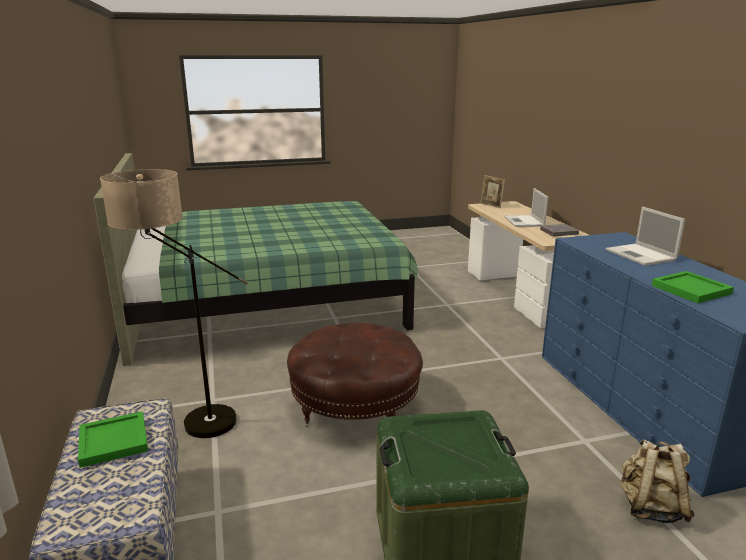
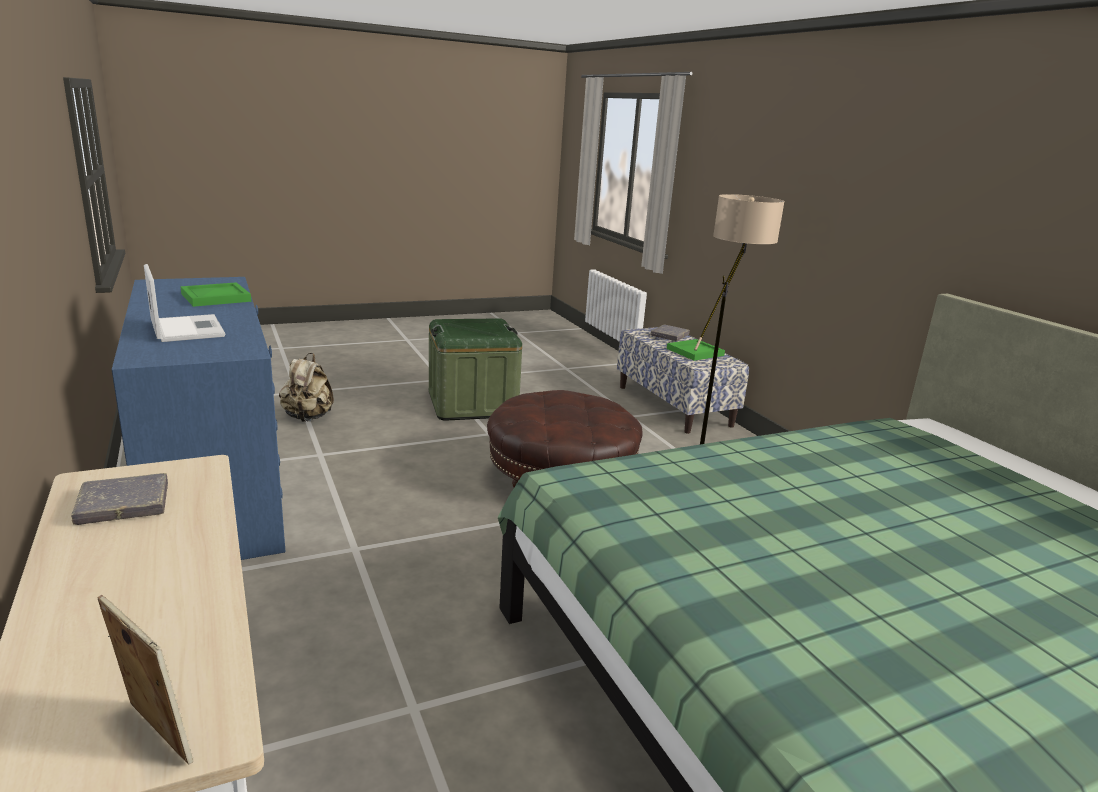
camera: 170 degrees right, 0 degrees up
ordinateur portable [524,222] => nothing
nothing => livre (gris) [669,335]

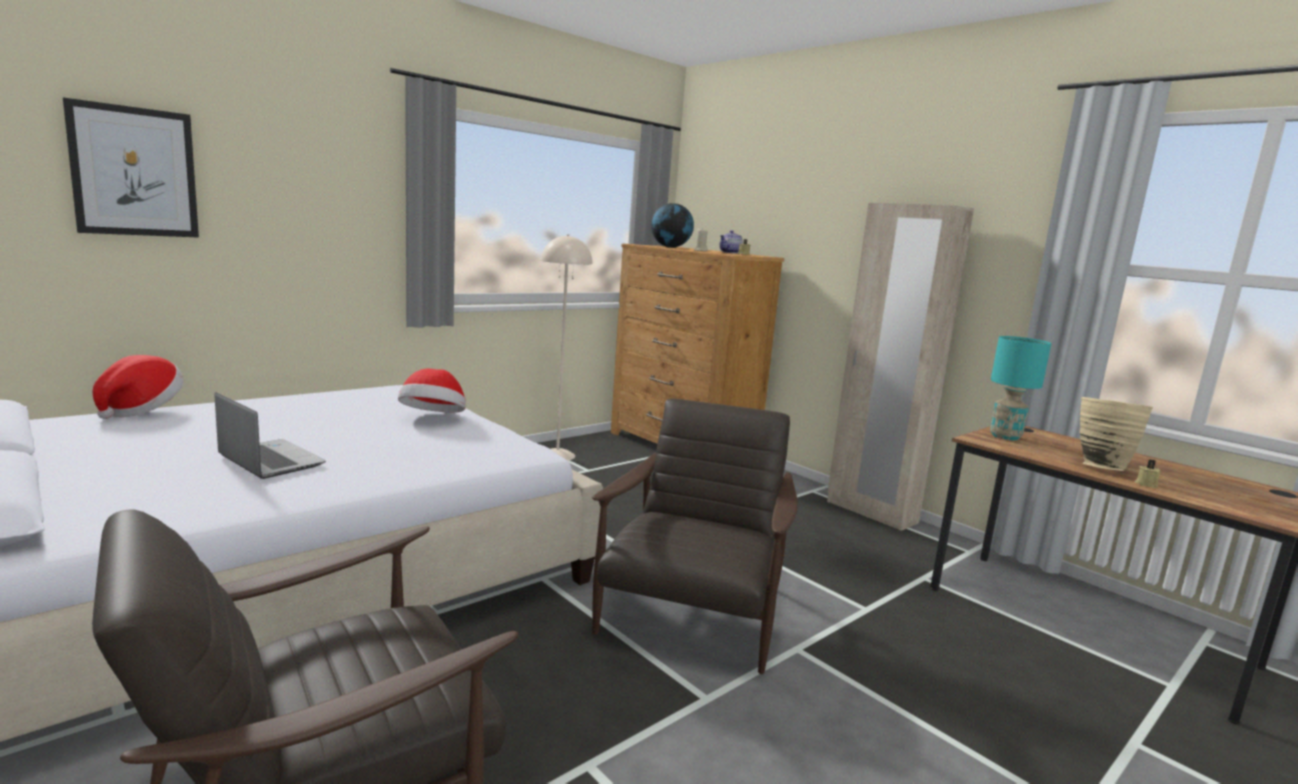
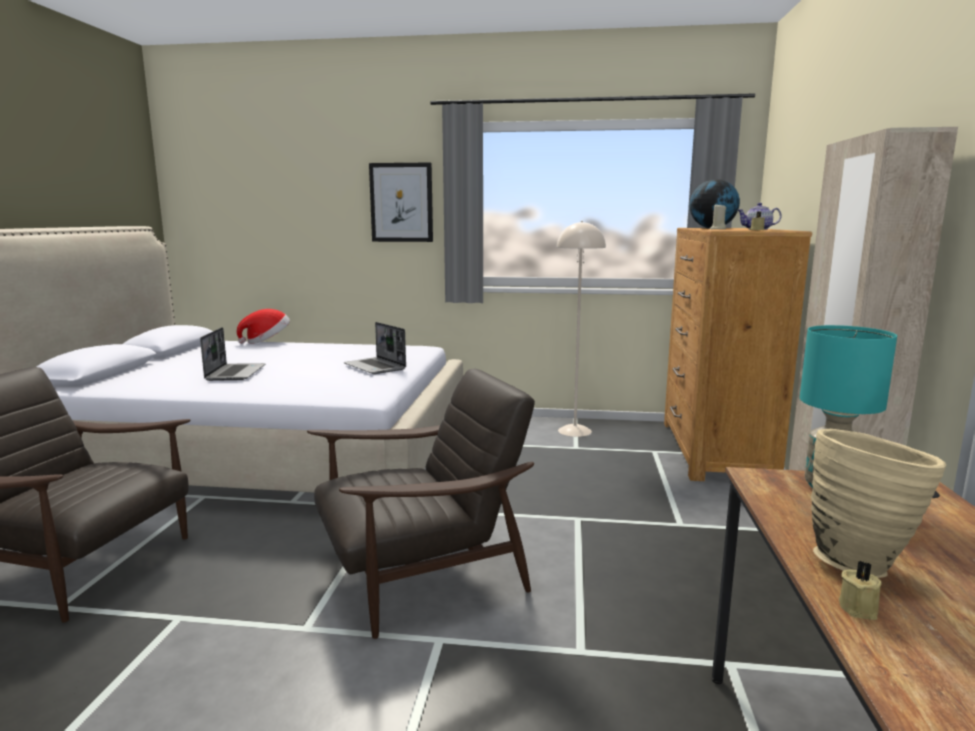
camera: 50 degrees right, 0 degrees up
tableau [134,172] => tableau [401,202], shifted
chapeau [433,418] => ordinateur portable [376,367]

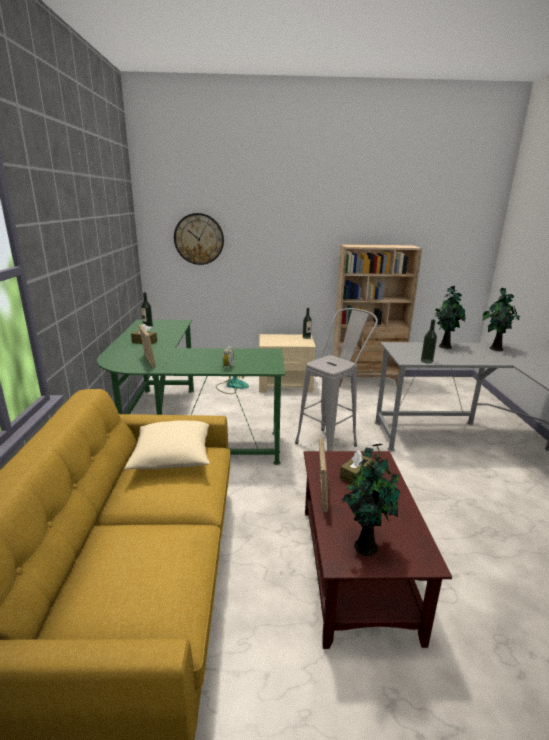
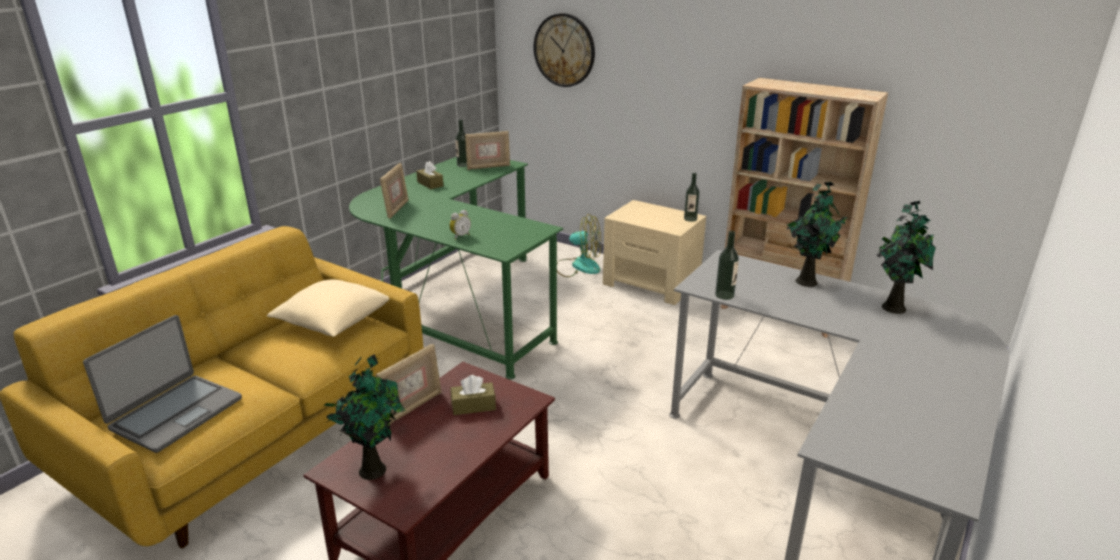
camera: 35 degrees right, 5 degrees up
tabouret (gris) [332,441] => nothing
nothing => ordinateur portable [175,413]
nothing => cadre photo [488,167]

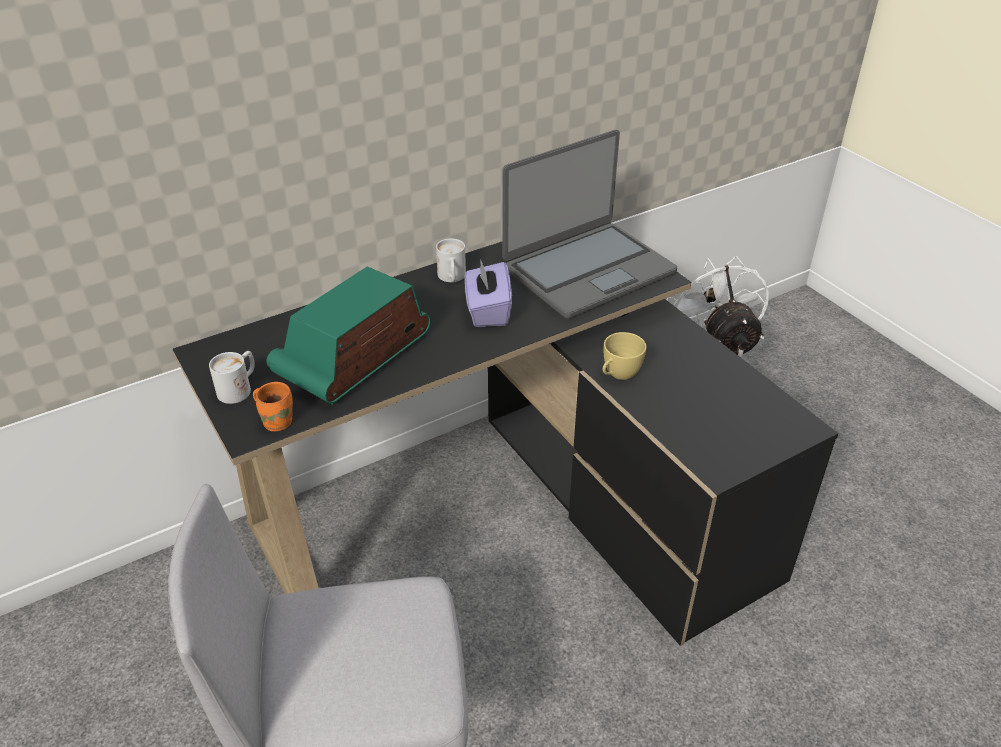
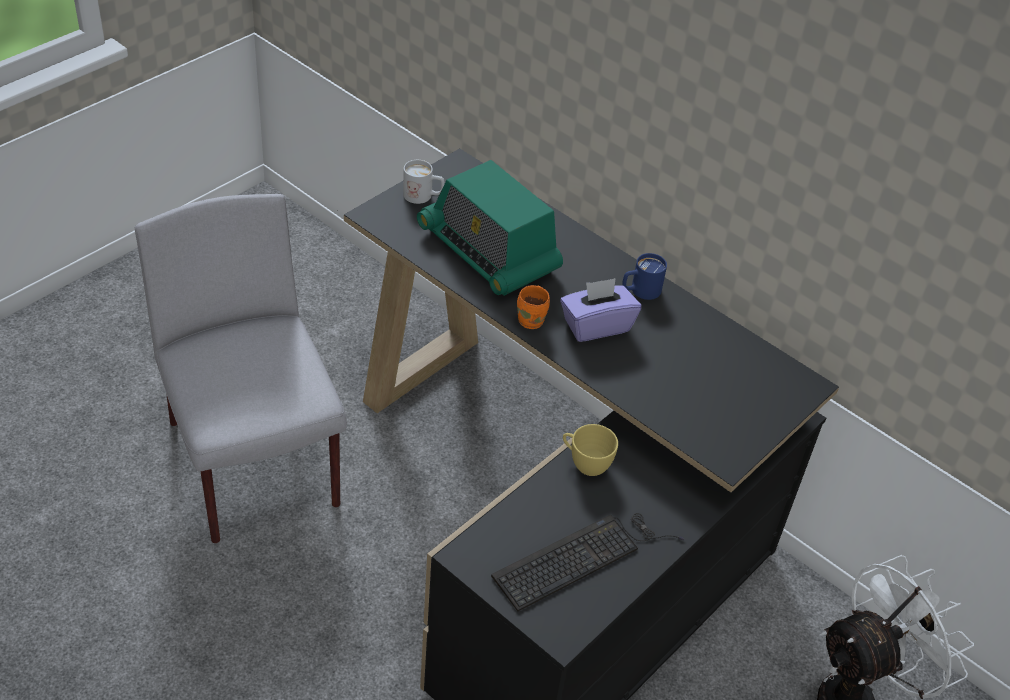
camera: 70 degrees right, 5 degrees up
mug (orange) [277,421] => mug (orange) [532,320], shifted
radio [354,357] => radio [488,251], 150 degrees counterclockwise
mug (blanc) [452,278] => mug (bleu) [640,291]
ordinateur portable [587,270] => nothing
nothing => clavier [583,557]

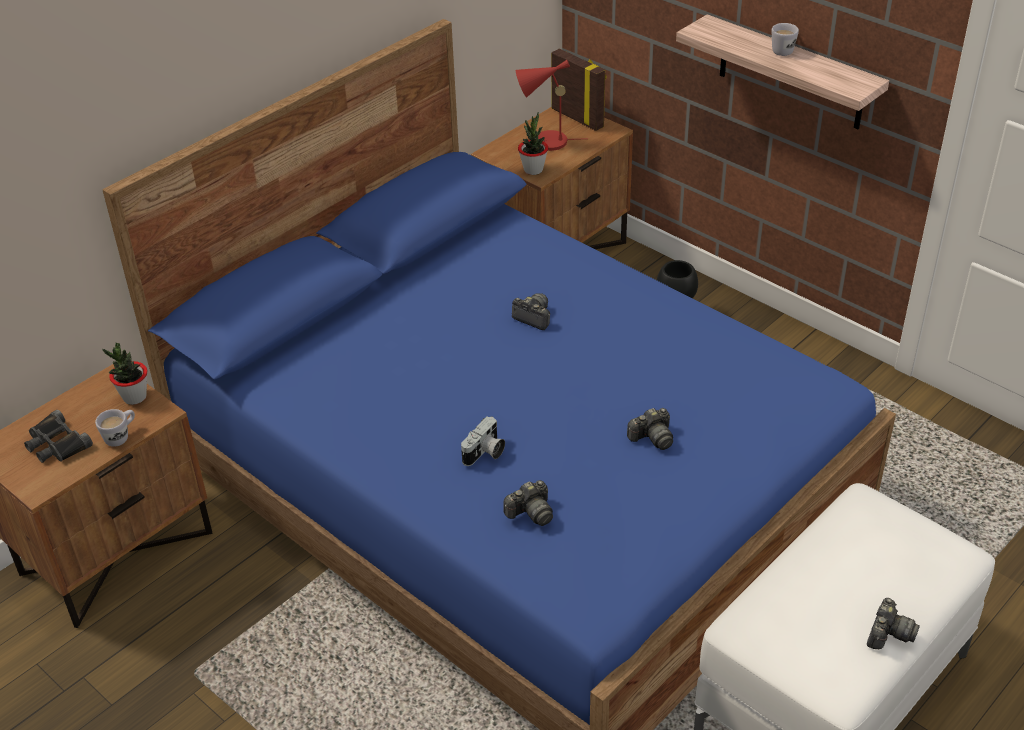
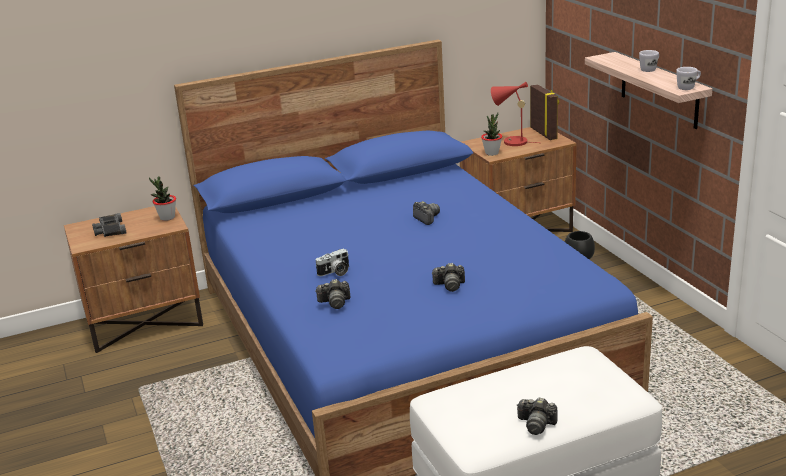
camera: 25 degrees right, 15 degrees down
mug (blanc) [121,436] => mug (blanc) [688,87], shifted
appareil photo [888,634] => appareil photo [536,424], 60 degrees clockwise

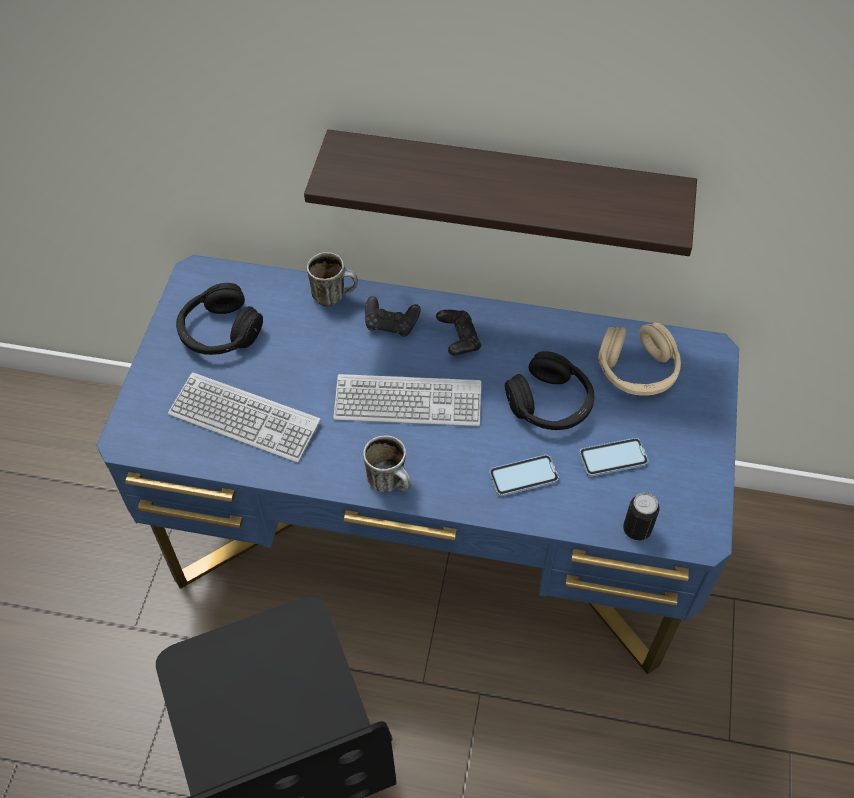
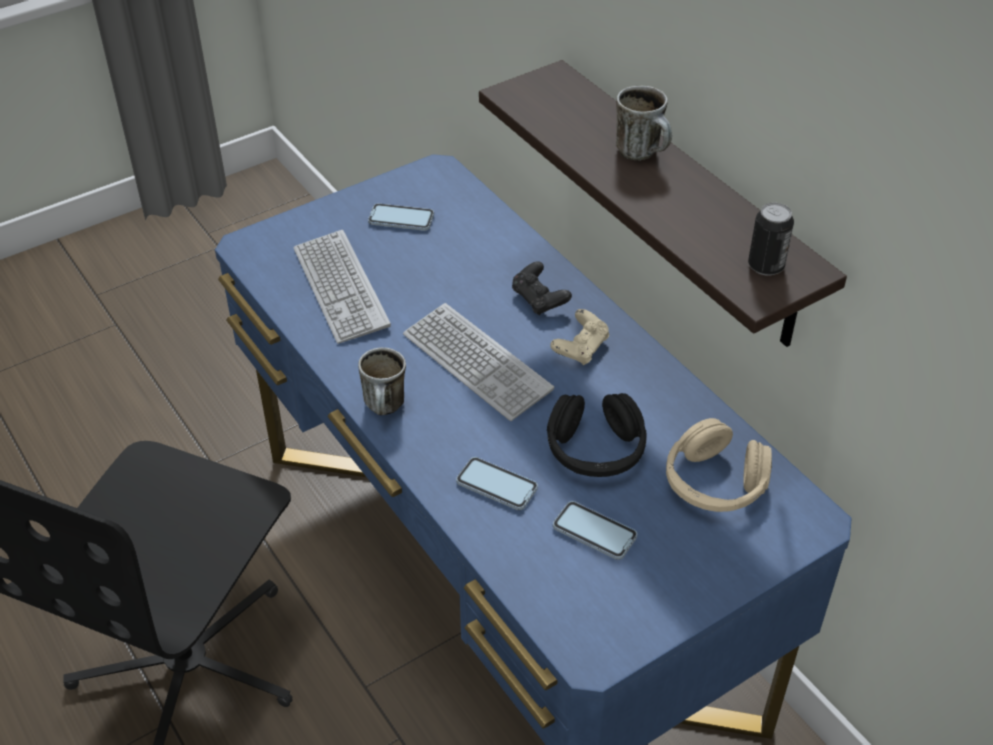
camera: 45 degrees right, 10 degrees down
casque audio (noir) [219,332] => téléphone [401,219]
mug [334,295] => mug [644,154], shifted
manette (noir) [458,340] => manette (beige) [581,348]
boîte métallique [637,529] => boîte métallique [766,266], shifted

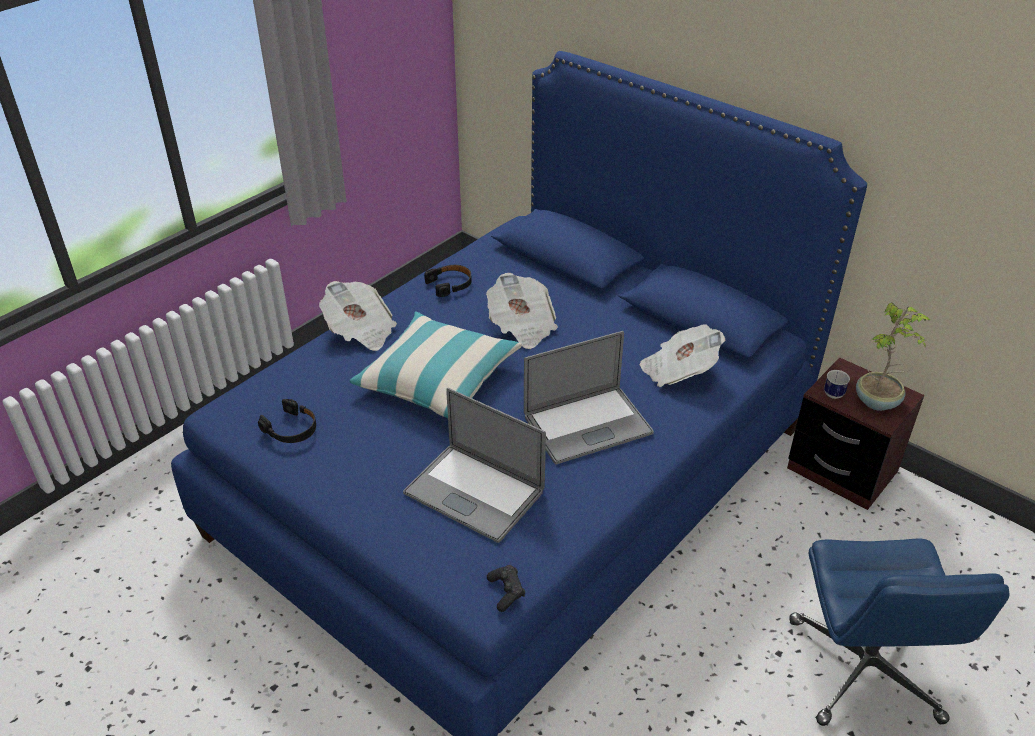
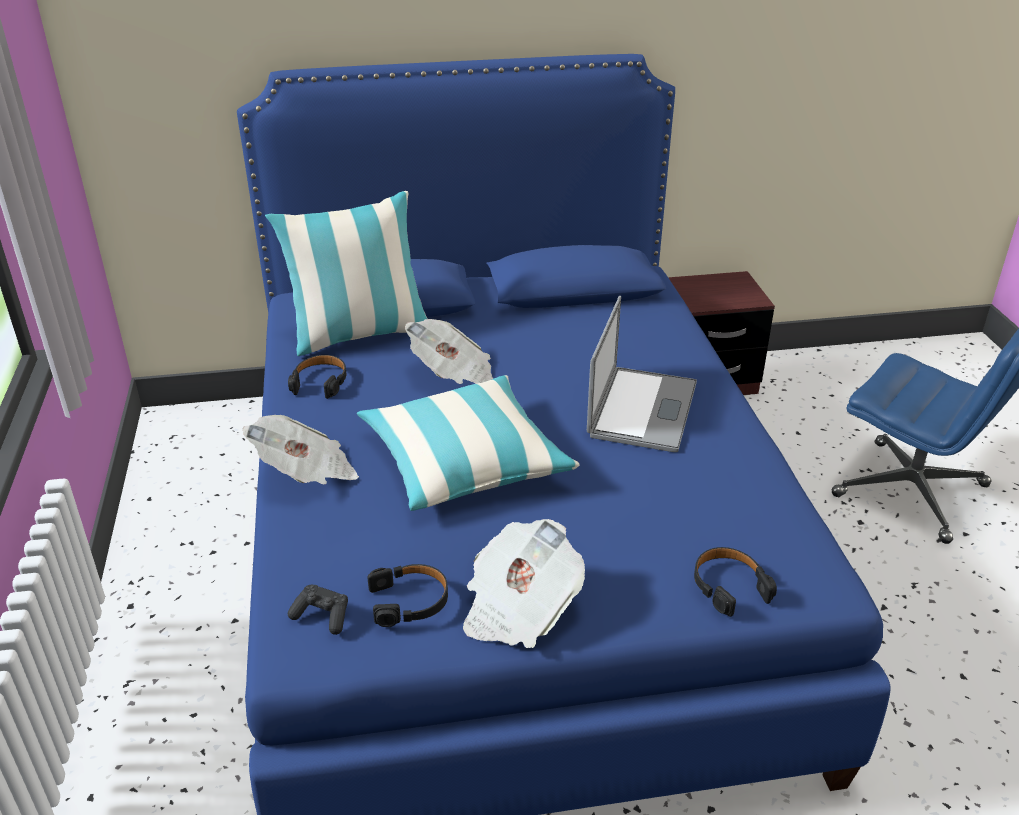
camera: 50 degrees left, 5 degrees down
ordinateur portable [474,492] => nothing
manette (noir) [506,592] => manette (noir) [322,616], shifted
journal [678,371] => journal [518,608], shifted
mug [833,396] => nothing
plante en pot [878,402] => nothing
nothing => coussin [359,335]
nothing => casque audio (noir) [729,586]

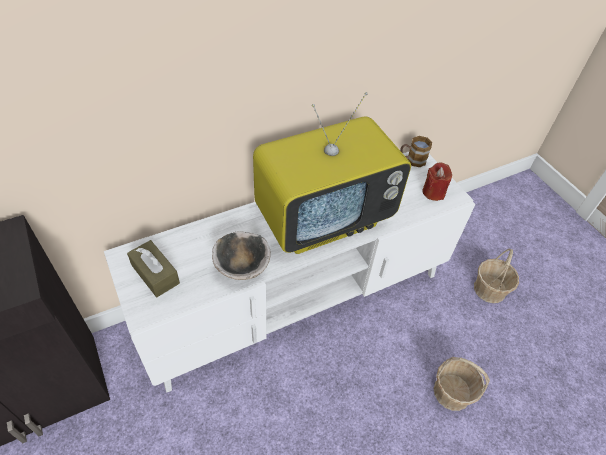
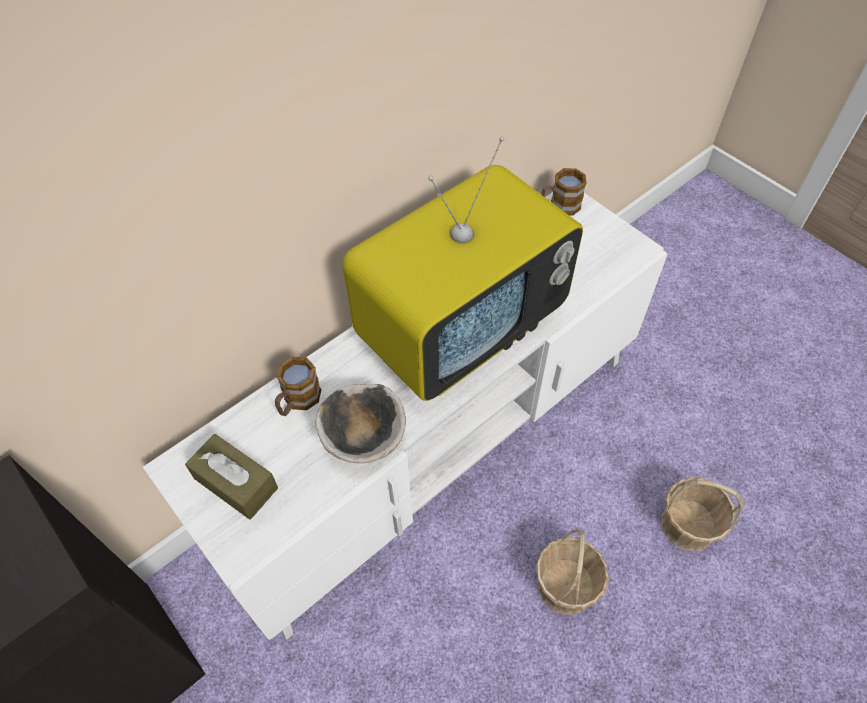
camera: 10 degrees left, 5 degrees up
bougie (rouge) [433,192] => nothing
panier [490,289] => panier [566,585], shifted
nothing => mug [298,401]

